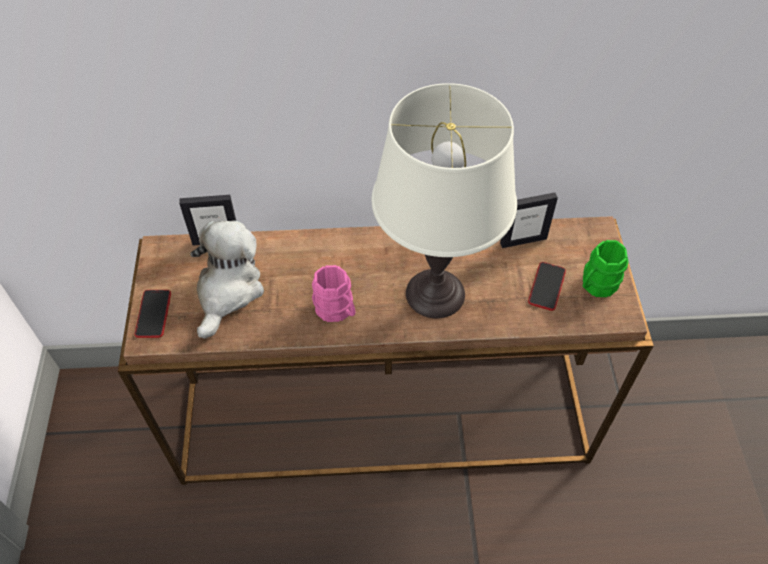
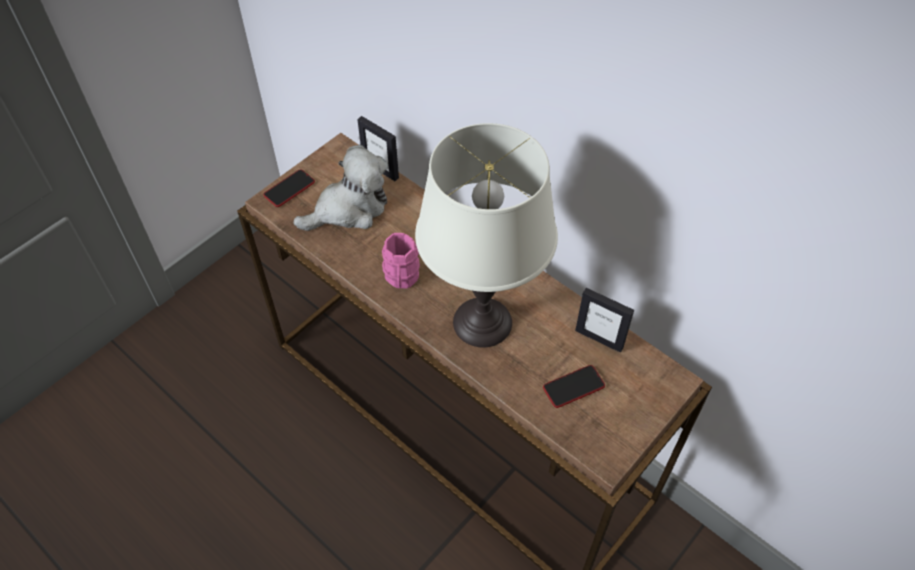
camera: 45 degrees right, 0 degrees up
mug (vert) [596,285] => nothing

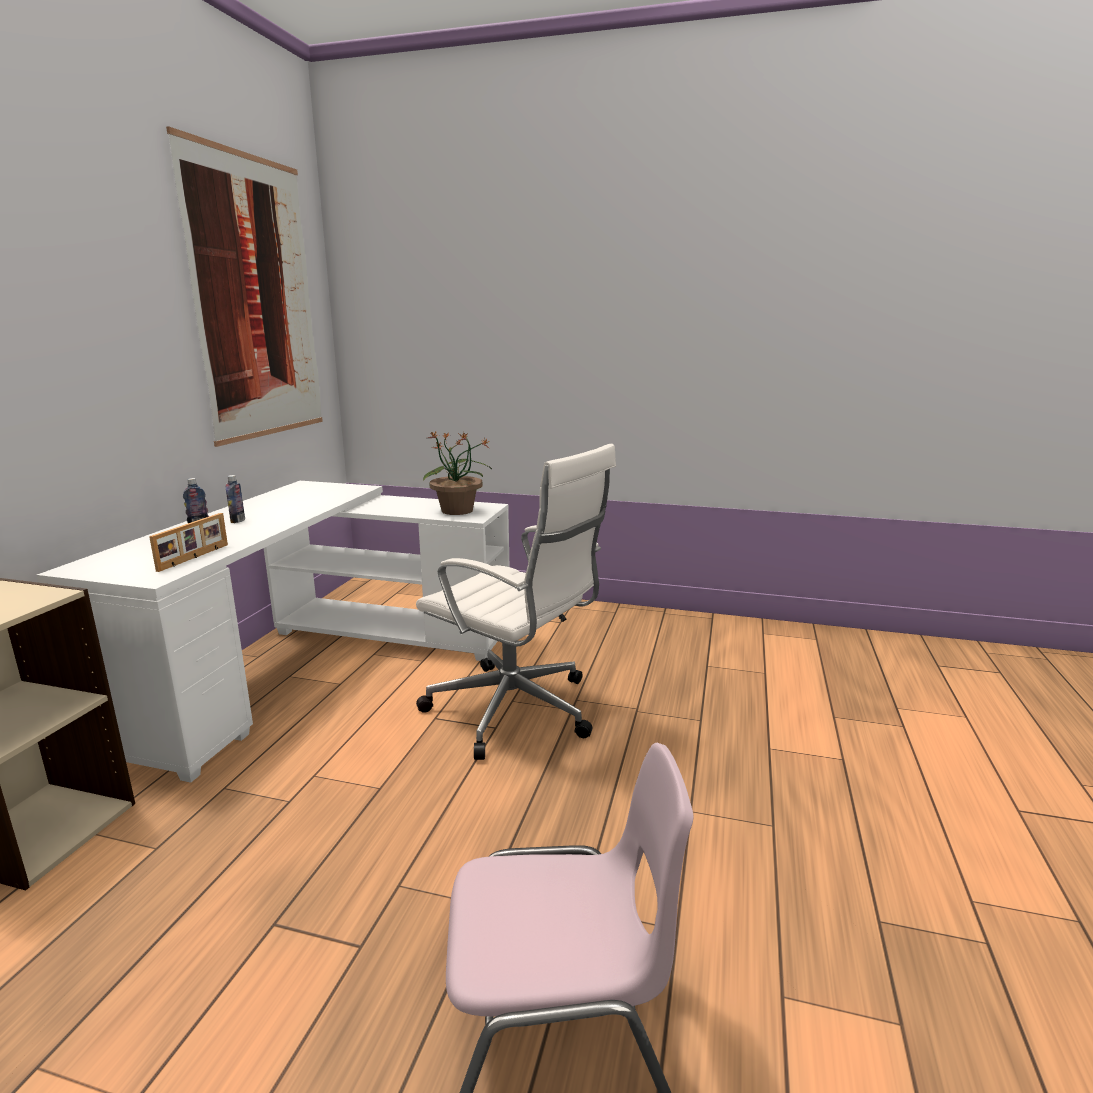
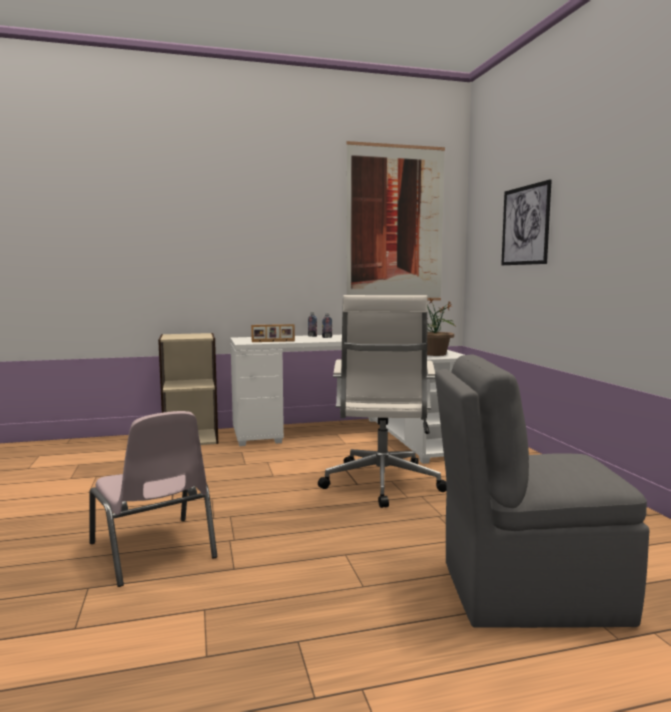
camera: 60 degrees right, 10 degrees down
nothing => chaise (gris) [527,592]
nothing => tableau [525,225]

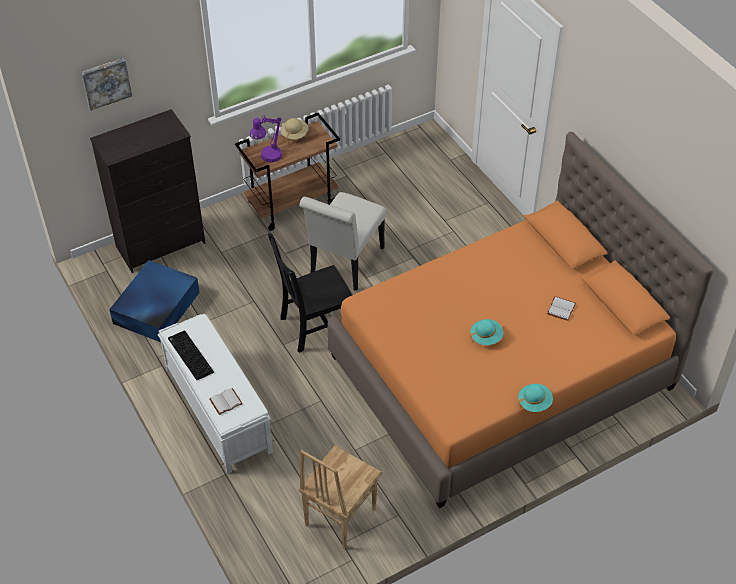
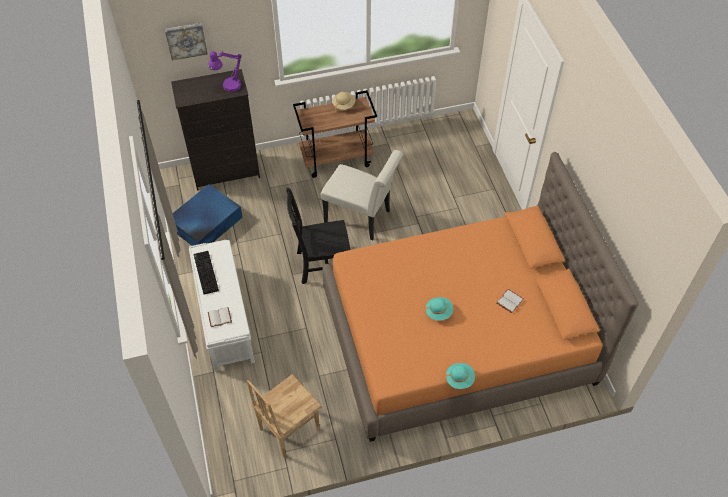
camera: 15 degrees right, 5 degrees up
lampe de table (violet) [268,157] => lampe de table (violet) [228,87], shifted
chaise (blanc) [344,265] => chaise (blanc) [361,218], 105 degrees counterclockwise

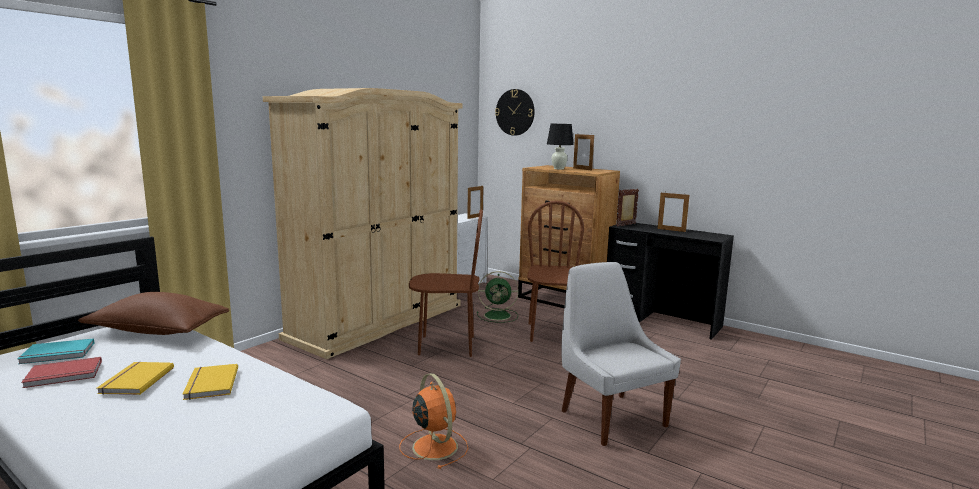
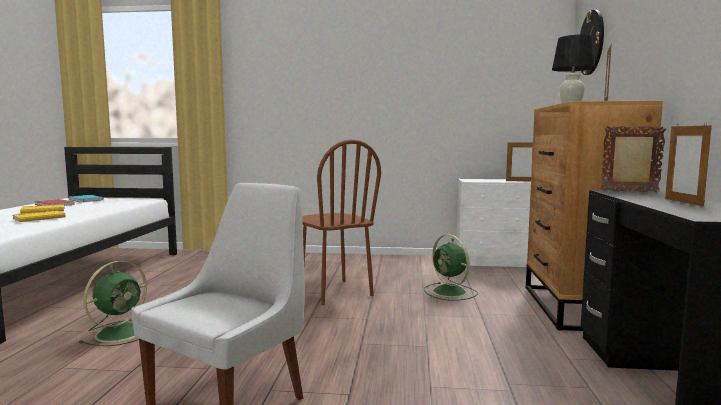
camera: 60 degrees right, 5 degrees down
coussin (marron) [158,331] => nothing
armoire (beige) [377,321] => nothing
ventilateur (orange) [434,446] => ventilateur (vert) [121,332]
chaise (marron) [552,333] => nothing

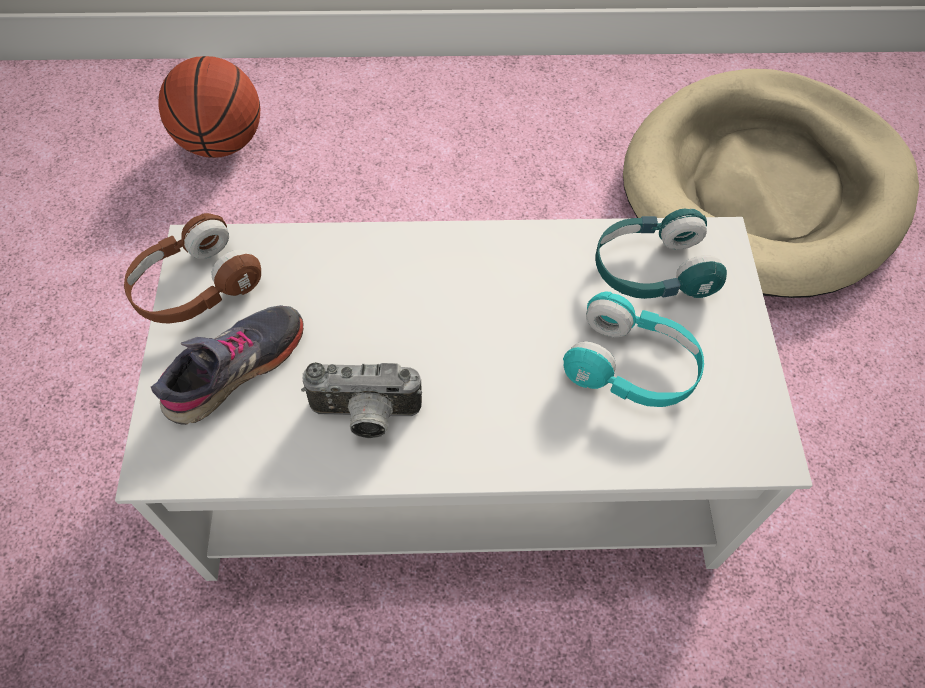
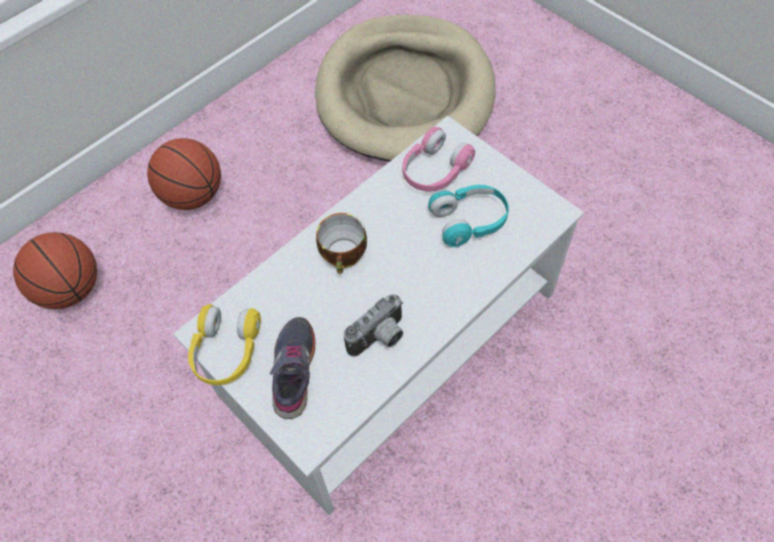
camera: 40 degrees left, 0 degrees up
casque audio (marron) [195,287] => casque audio (jaune) [226,351]
casque audio (turquoise) [651,270] => casque audio (rose) [434,170]
nothing => ballon de basket [193,195]
nothing => tasse [344,256]

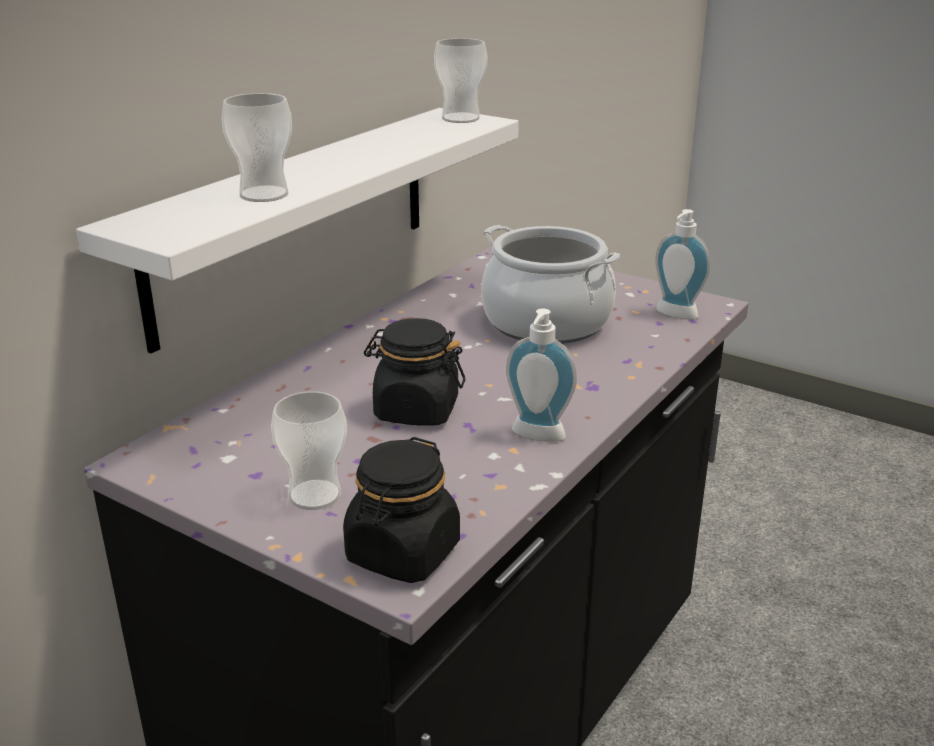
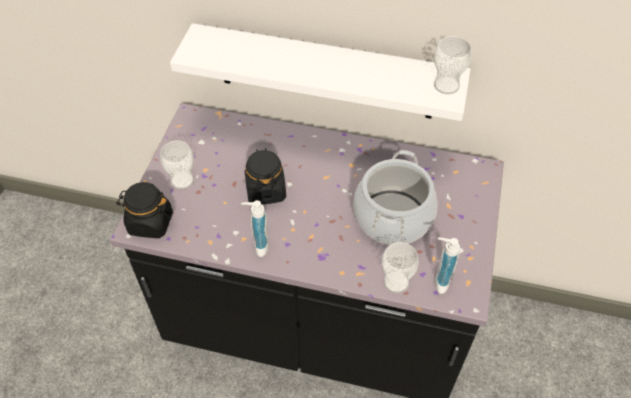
camera: 70 degrees right, 25 degrees up
tasse [264,194] => tasse [396,282], shifted

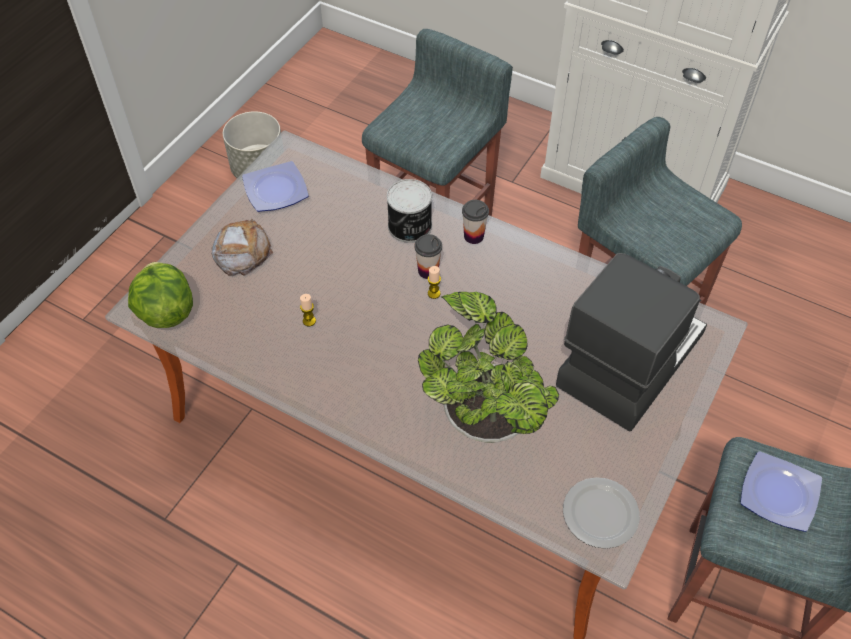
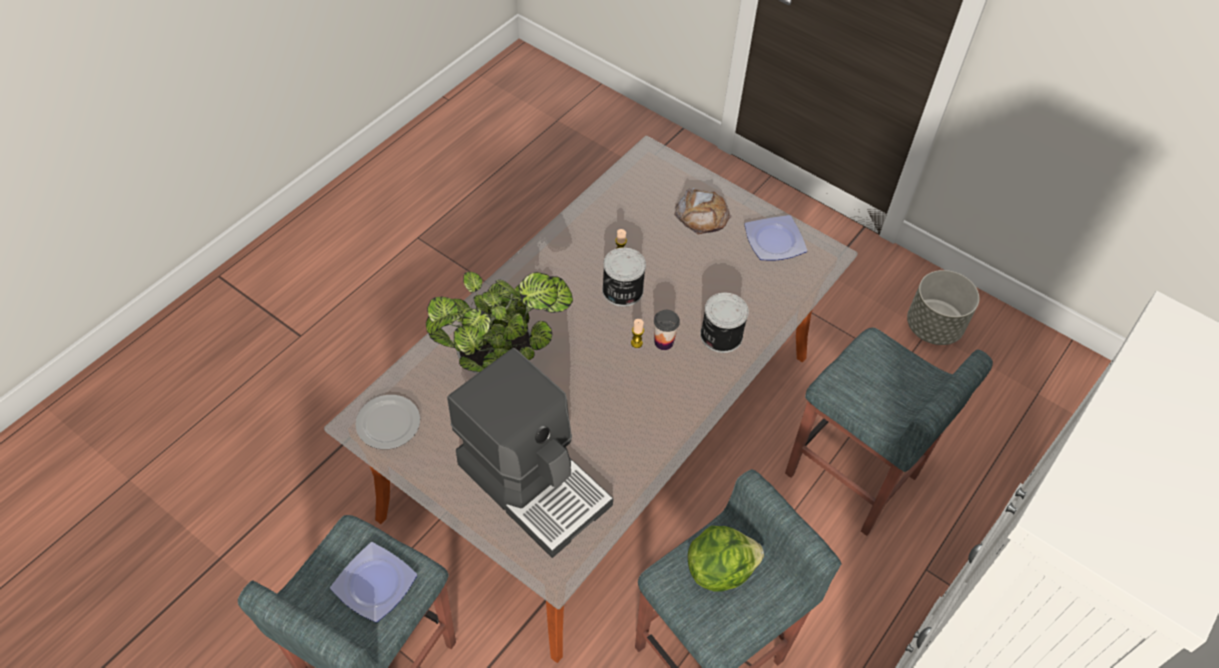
camera: 95 degrees right, 0 degrees up
laitue [166,312] => laitue [719,569], shifted
tasse [473,236] => nothing
nothing => boîte métallique [622,291]

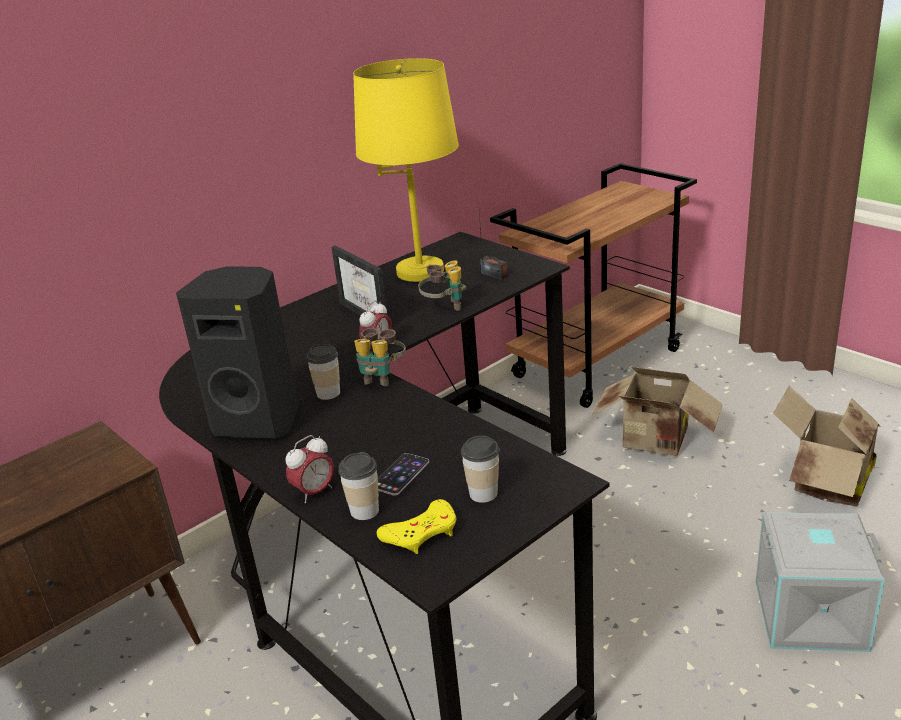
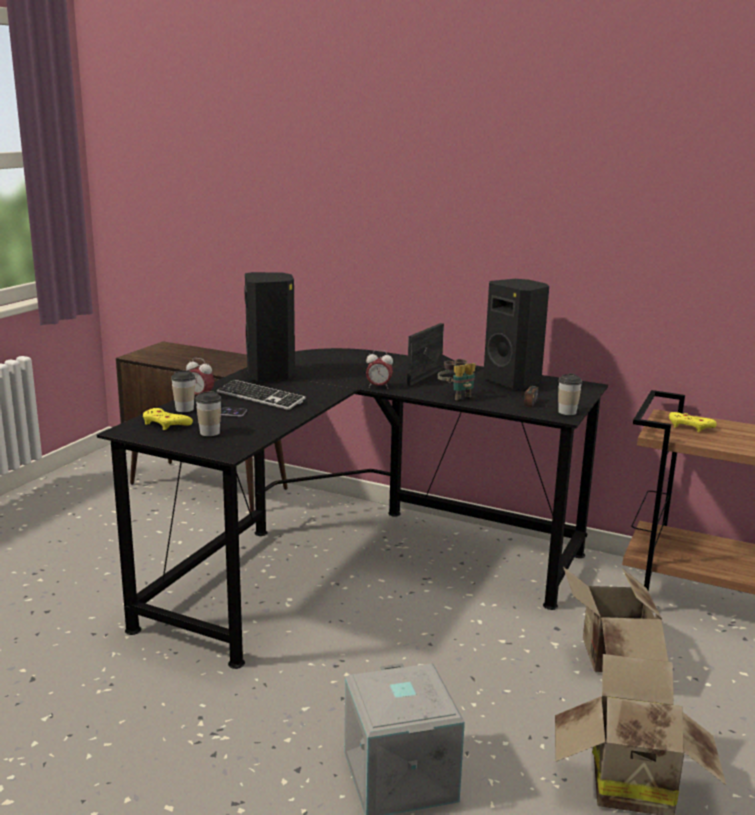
camera: 65 degrees right, 10 degrees down
tasse [328,393] => tasse [567,412], shifted
lampe de table (jaune) [420,271] => enceinte (noir) [514,382]
jumelles [381,377] => nothing
nothing => clavier [260,397]
nothing => manette (jaune) [690,426]

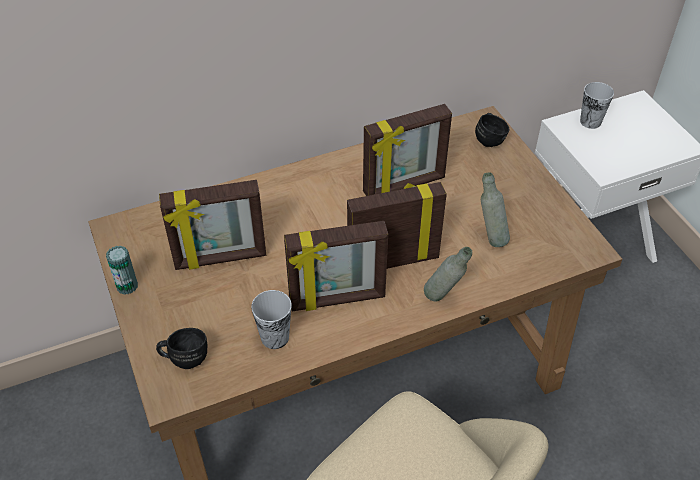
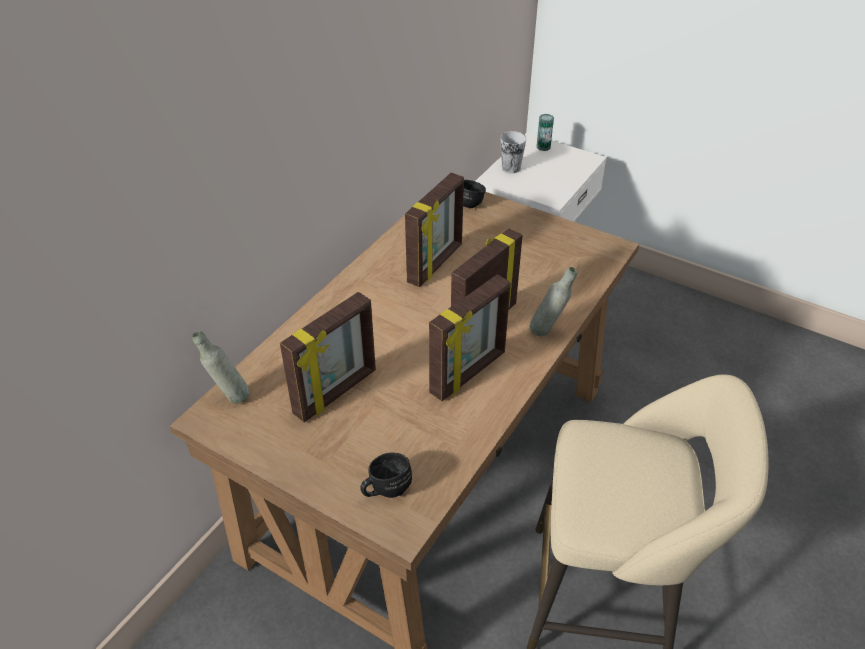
camera: 35 degrees left, 5 degrees down
boîte métallique [127,286] => boîte métallique [543,147], shifted
tasse [275,337] => nothing
bouteille (gris) [490,238] => bouteille (gris) [229,397], shifted

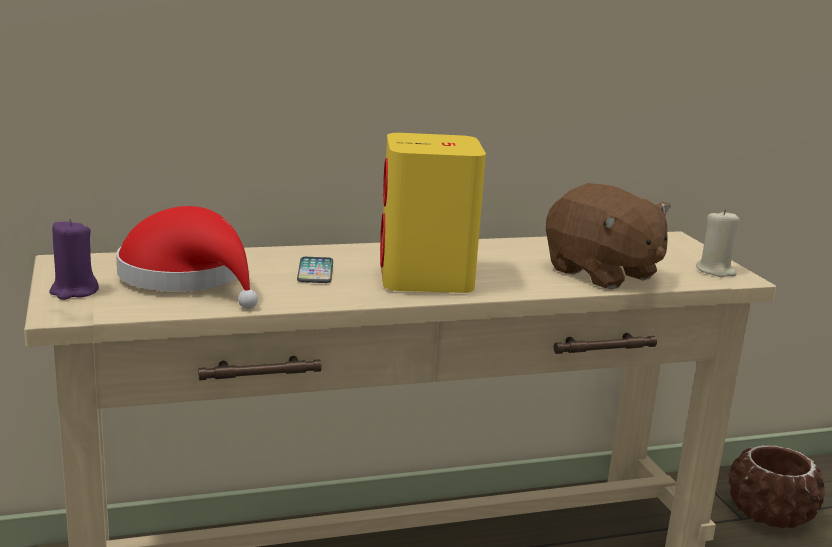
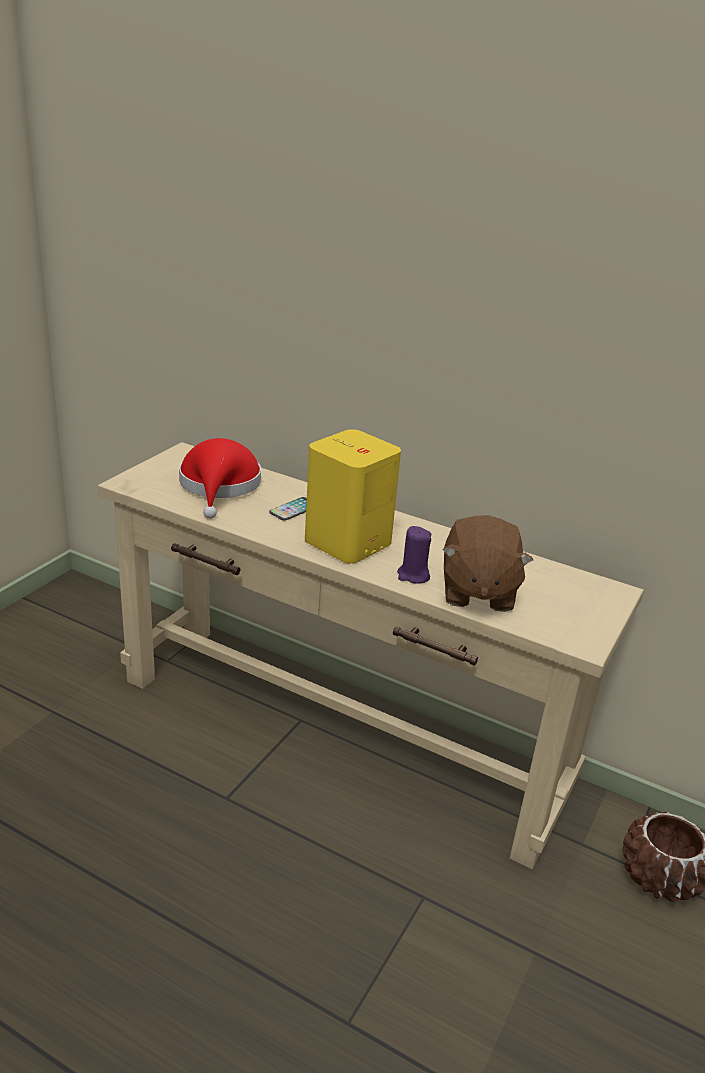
camera: 45 degrees right, 10 degrees up
bougie (violet) [73,291] => bougie (violet) [413,575], shifted
bougie (beige) [715,271] => nothing

